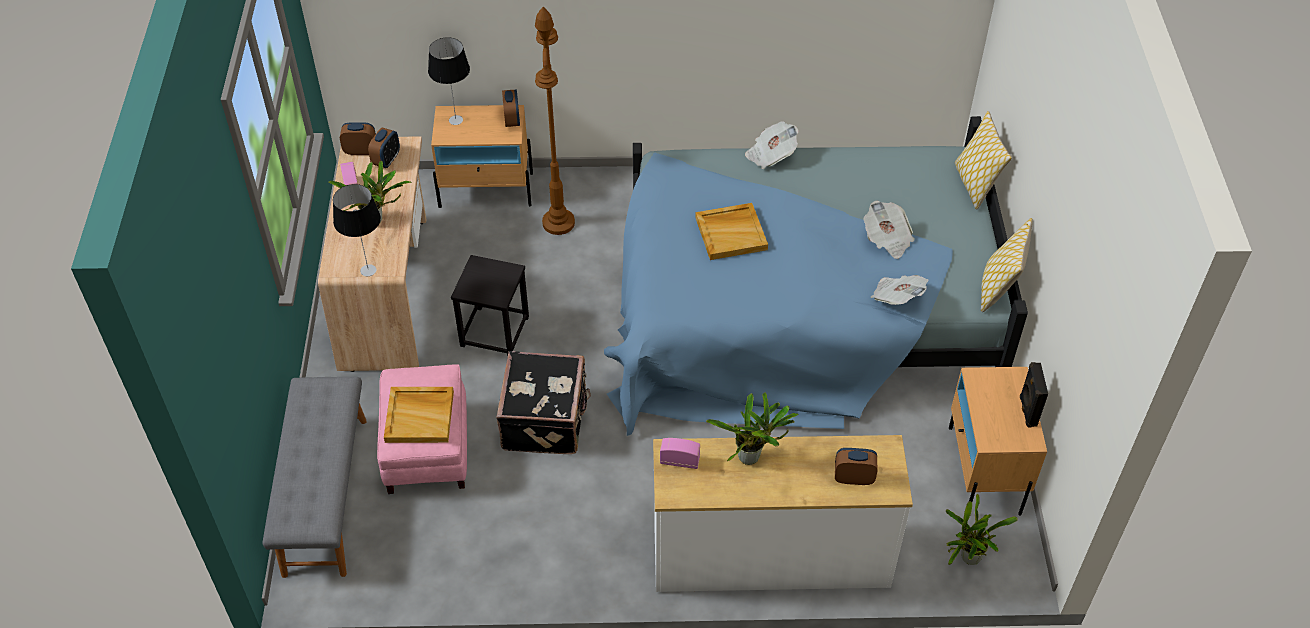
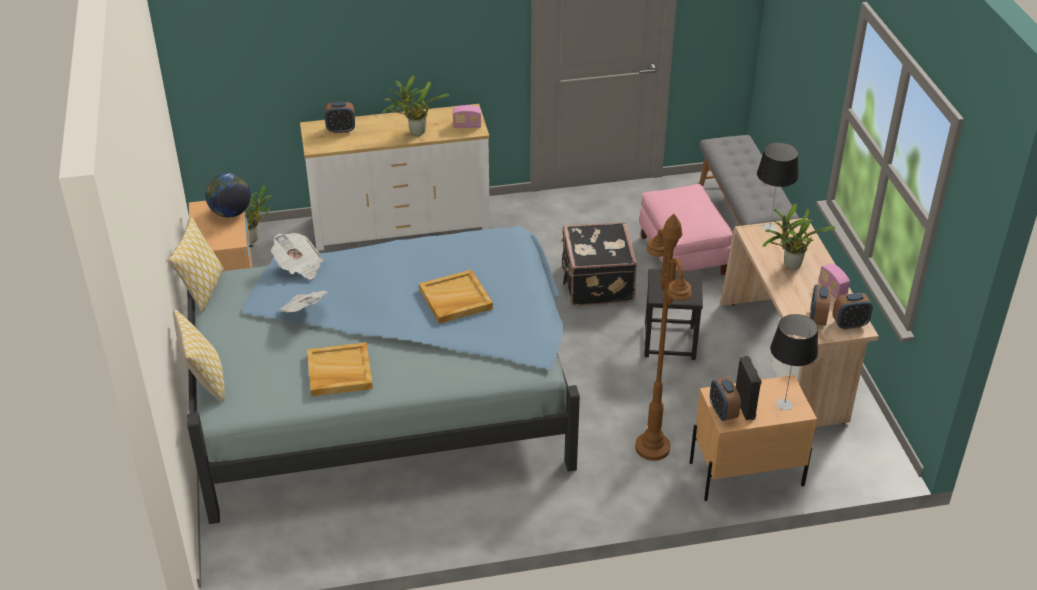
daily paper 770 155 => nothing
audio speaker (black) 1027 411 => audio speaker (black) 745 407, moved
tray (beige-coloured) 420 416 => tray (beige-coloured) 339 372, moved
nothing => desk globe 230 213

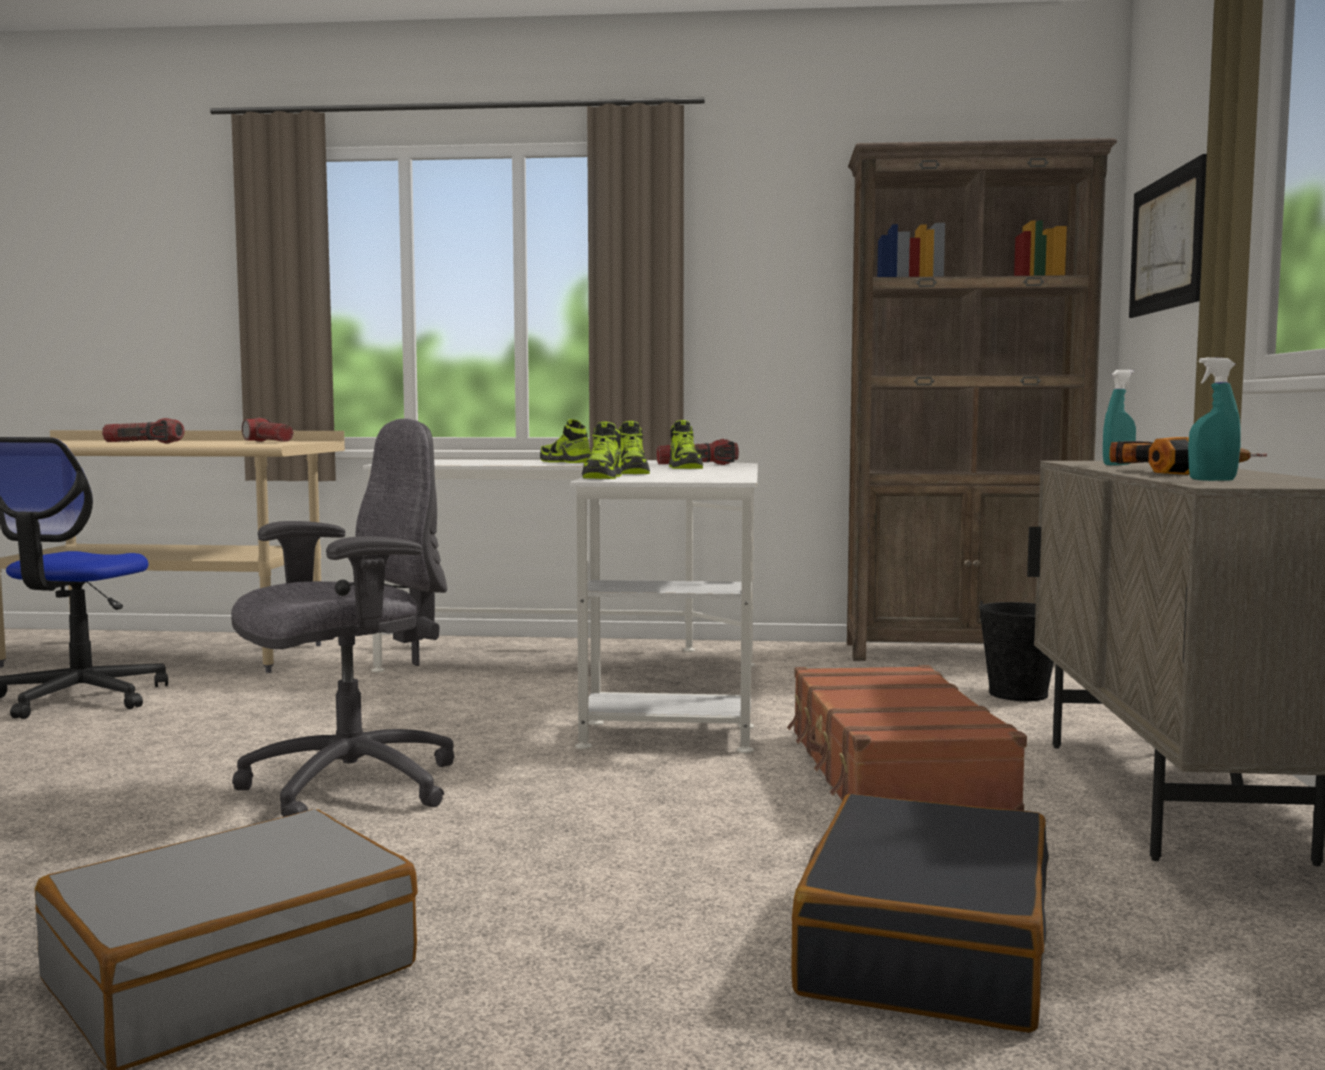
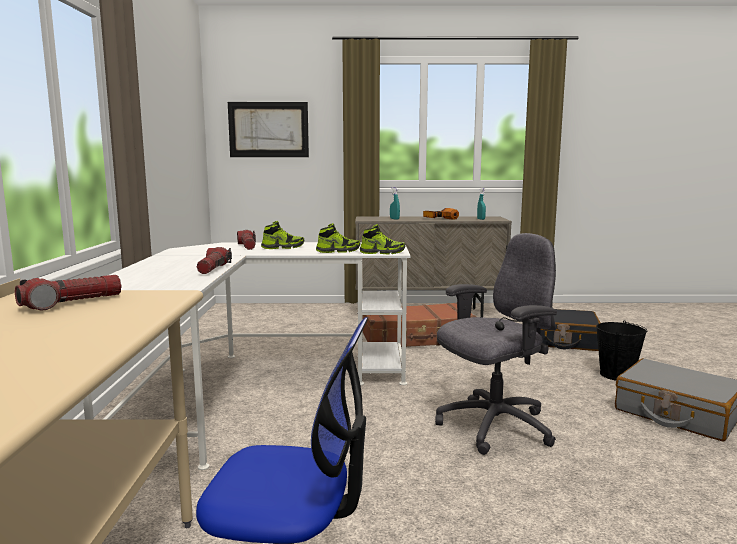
bookshelf (brownish) 963 653 => nothing
torch 143 443 => torch 214 269, moved
office chair (grey) 348 787 => office chair (grey) 493 427, 105 degrees clockwise
low shoe 565 462 => nothing
bucket (black) 1018 694 => bucket (black) 616 375, moved

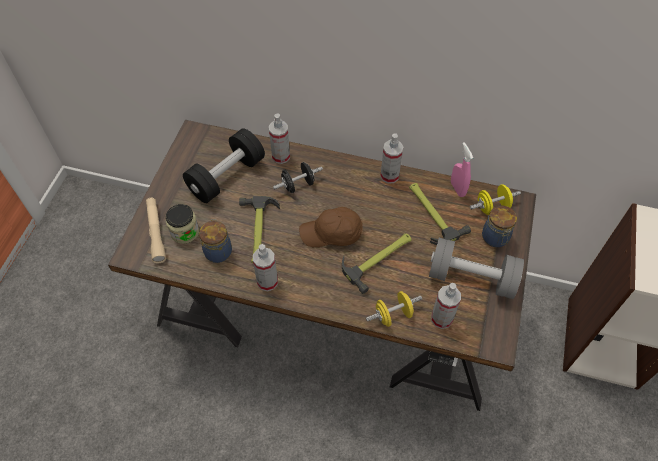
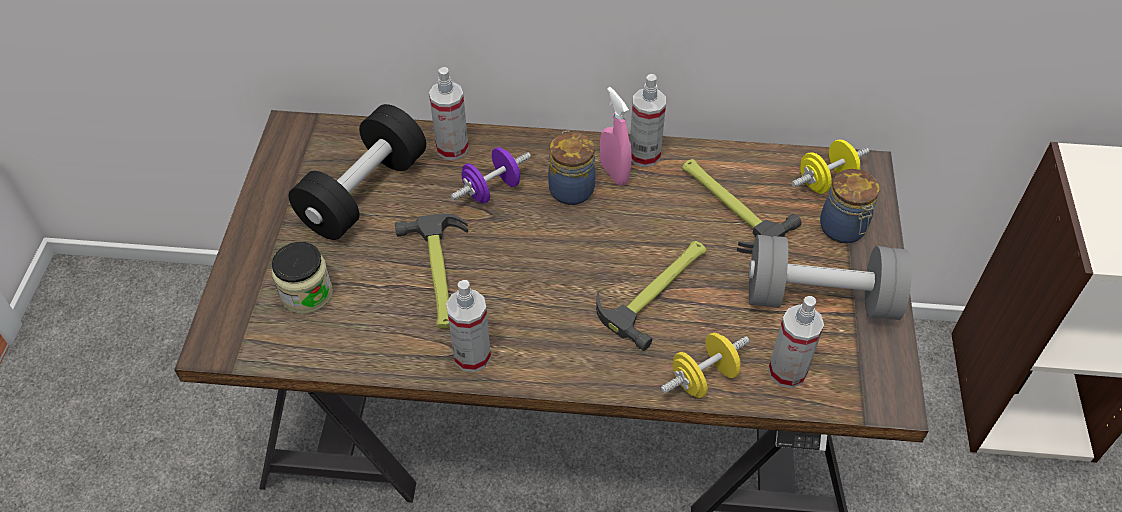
sprayer (pink-coloured) 457 189 => sprayer (pink-coloured) 614 173, moved
hand weight (black) 298 185 => hand weight (purple) 492 189
torch (beige-coloured) 156 232 => nothing
baseball cap (brownish) 332 234 => nothing
storage jar 218 251 => storage jar 571 188, moved

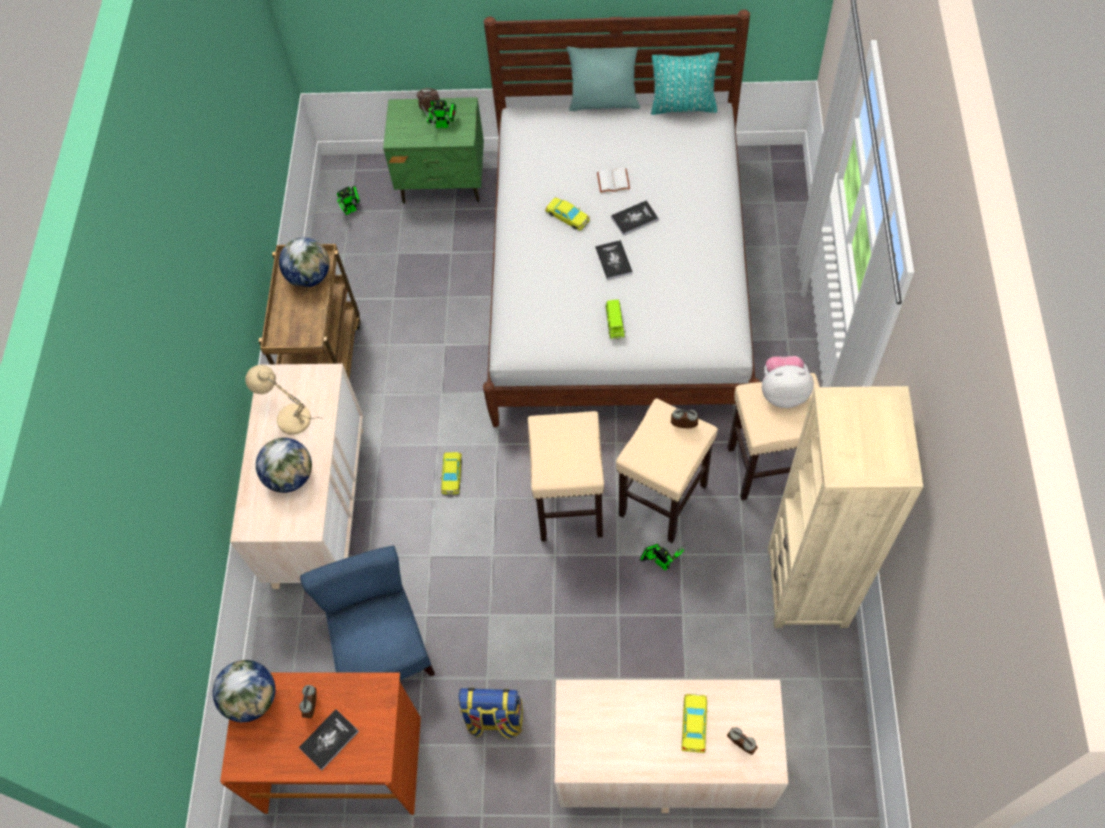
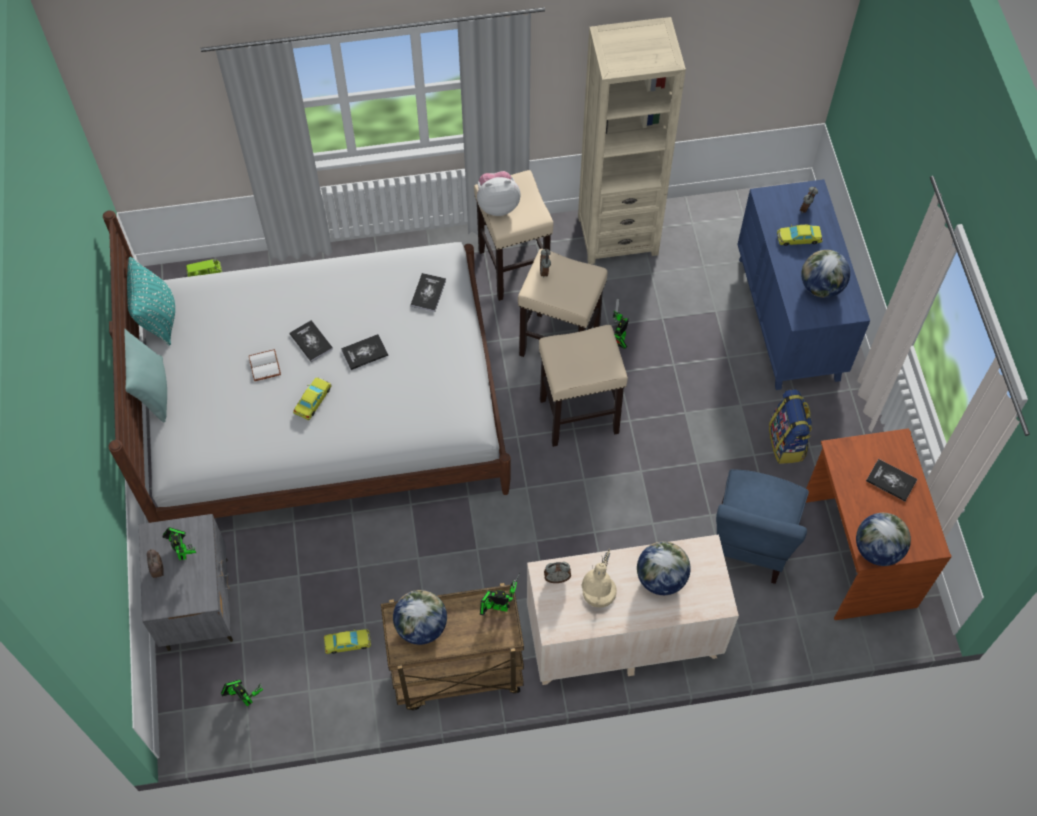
nightstand (green) 443 182 => nightstand (grey) 198 603
toy car (green) 615 324 => toy car (green) 205 273, moved
soft toy 783 392 => soft toy 497 204, 90 degrees clockwise
toy car (yellow) 451 475 => toy car (yellow) 347 642, moved
chair (blue) 385 650 => chair (blue) 750 542, 45 degrees counterclockwise
drawer chest (beige-coloured) 662 765 => drawer chest (blue) 788 319
alarm clock 313 706 => alarm clock 557 578, moved
nothing => desk globe 821 287
nothing => bound book 428 293
nothing => toy robot 497 606

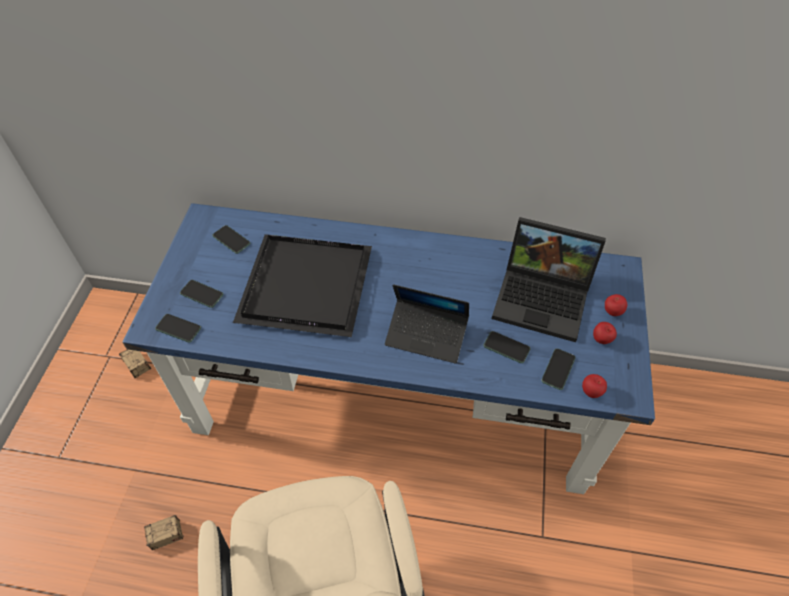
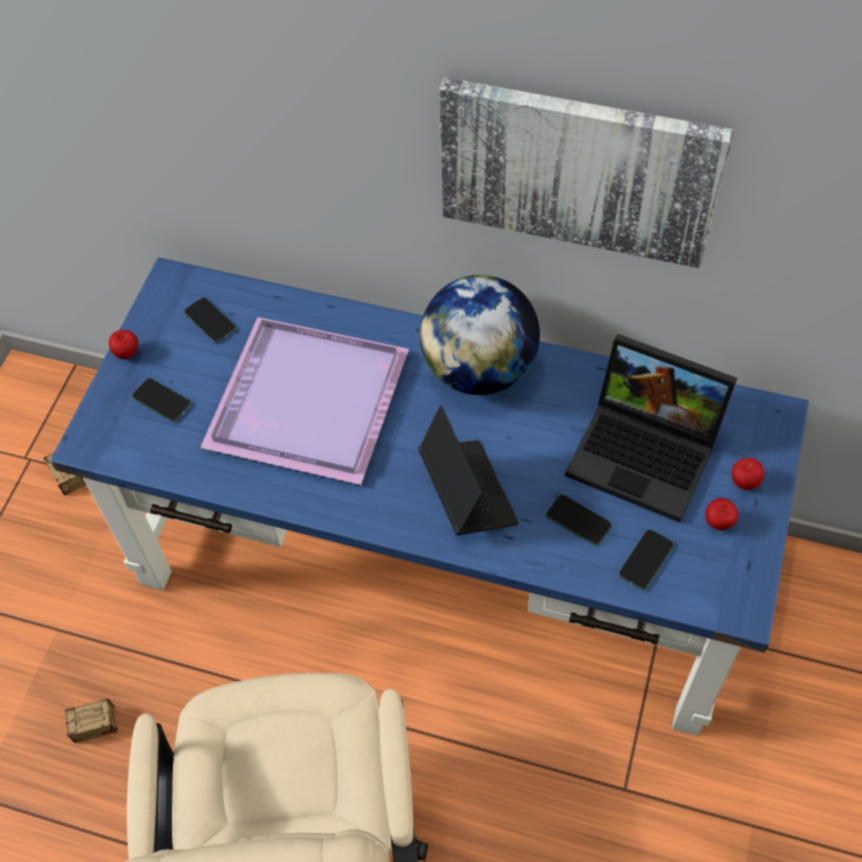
tray (black) 303 287 => tray (purple) 303 403
laptop 426 335 => laptop 467 492, 135 degrees counterclockwise
telephone 178 328 => nothing
apple 591 392 => apple 127 353, moved
nothing => picture 579 170
nothing => desk globe 479 369

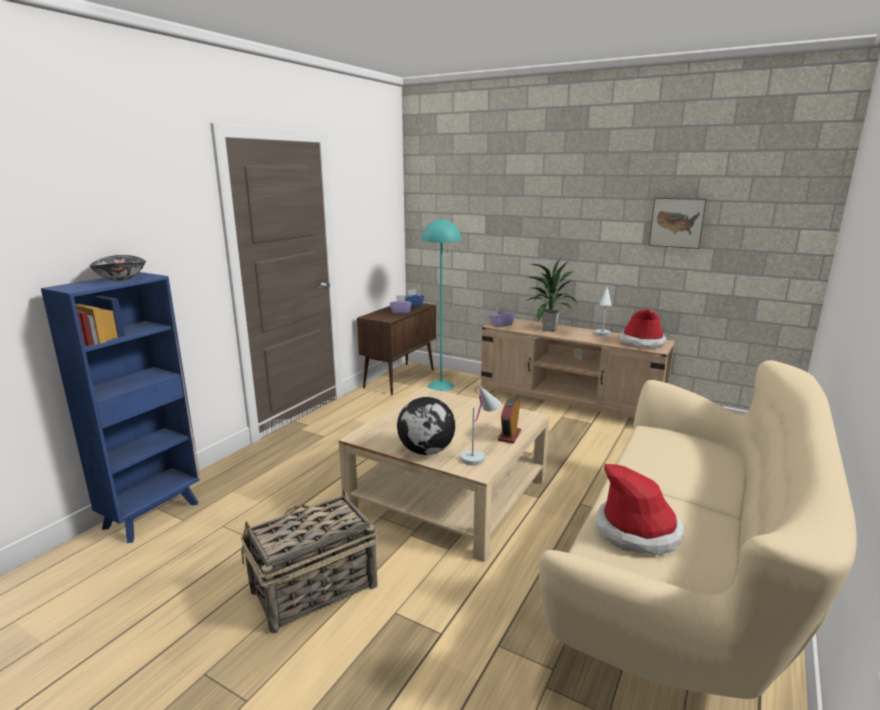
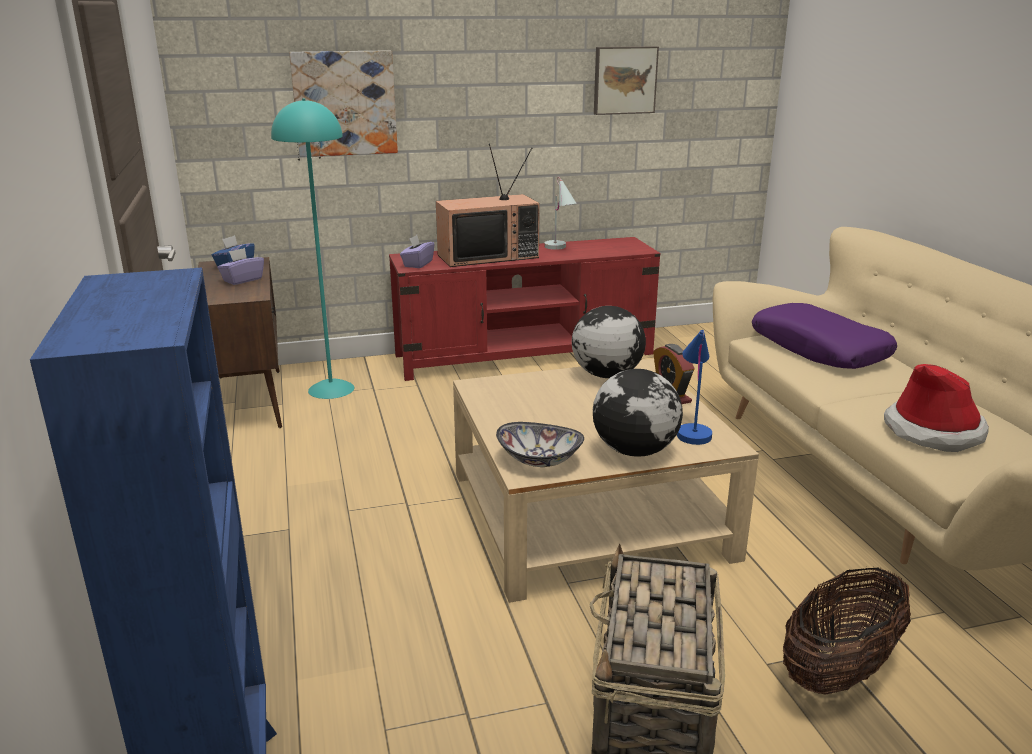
serving bowl 120 278 => serving bowl 539 461, moved
potted plant 549 329 => television 488 256
clothing hat 642 342 => nothing
tv unit (beige-coloured) 569 403 => tv unit (red-coloured) 525 355
lamp for a table (white-coloured) 480 455 => lamp for a table (blue) 692 429
nothing => picture 344 103
nothing => pillow (purple) 819 349
nothing => desk globe 606 375
nothing => storage basket 838 670

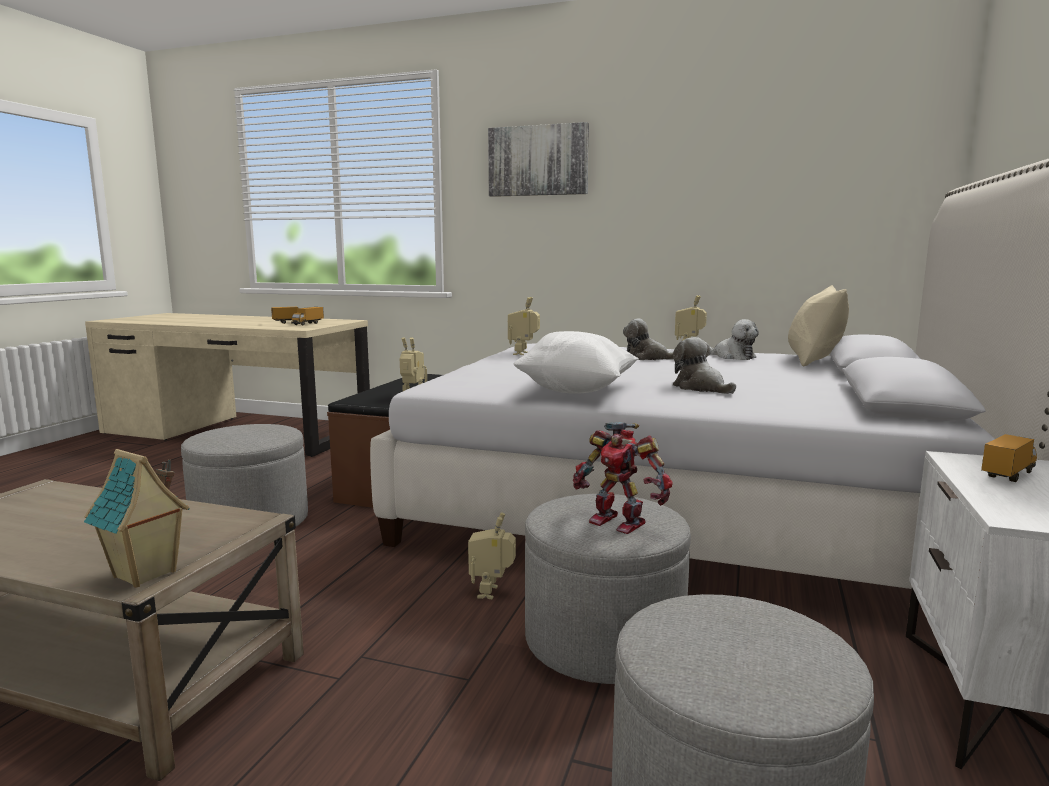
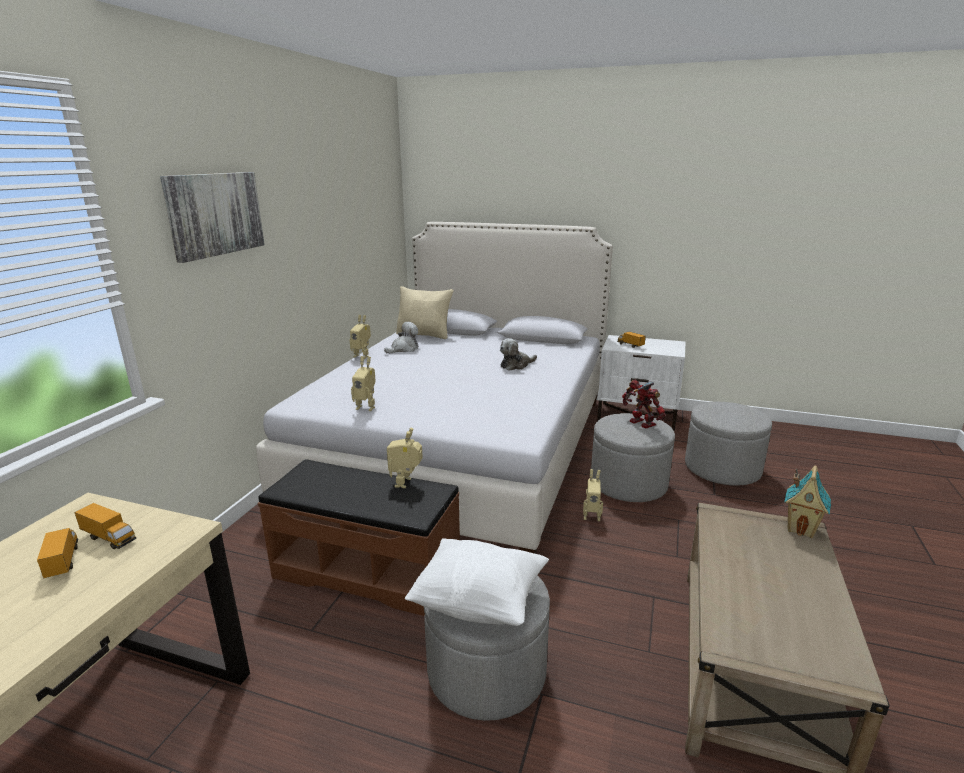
soft toy 647 358 => nothing
pillow (white-coloured) 578 391 => pillow (white-coloured) 479 602, moved
toy robot 619 521 => toy robot 641 424, 75 degrees counterclockwise

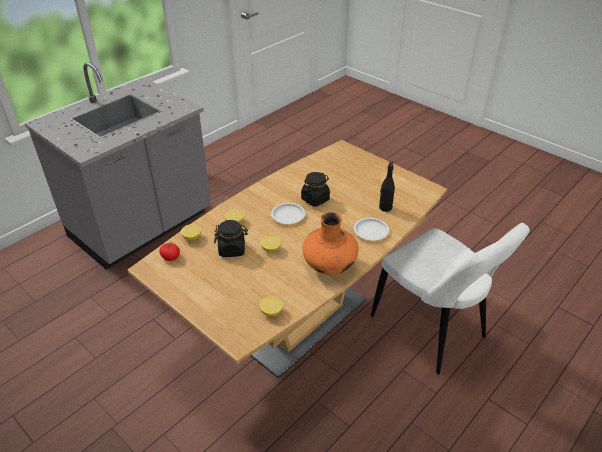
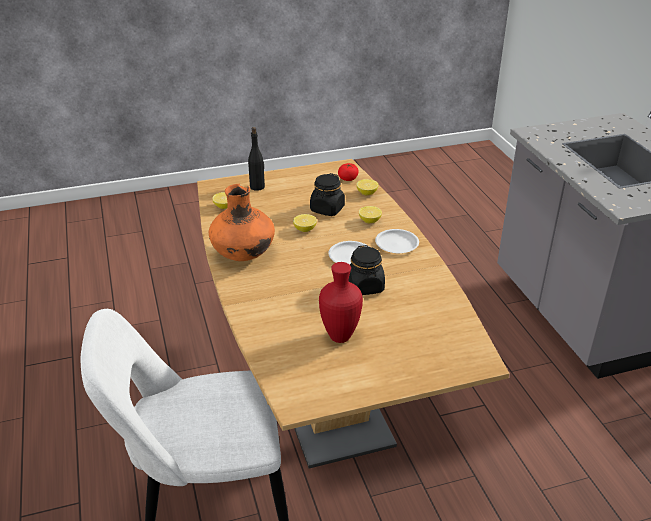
drink bottle (black) 385 207 => drink bottle (black) 257 187, moved
flat dish (white-coloured) 371 231 => flat dish (white-coloured) 396 244, moved
nothing => vase (red-coloured) 341 336

